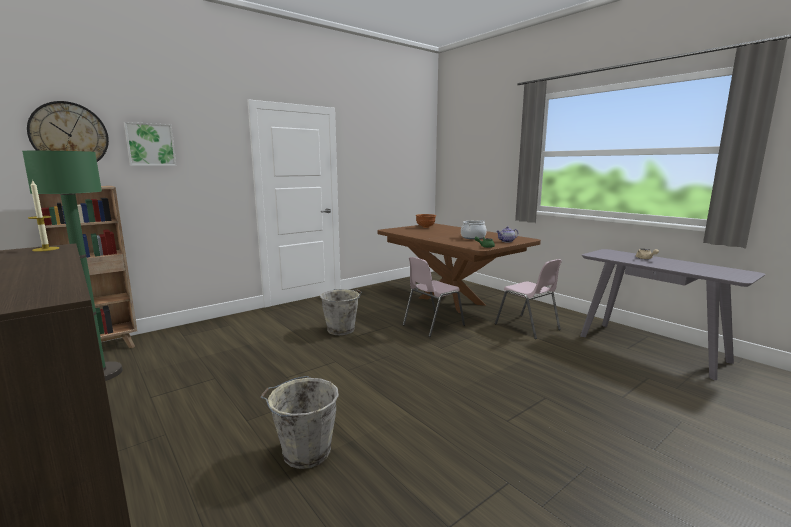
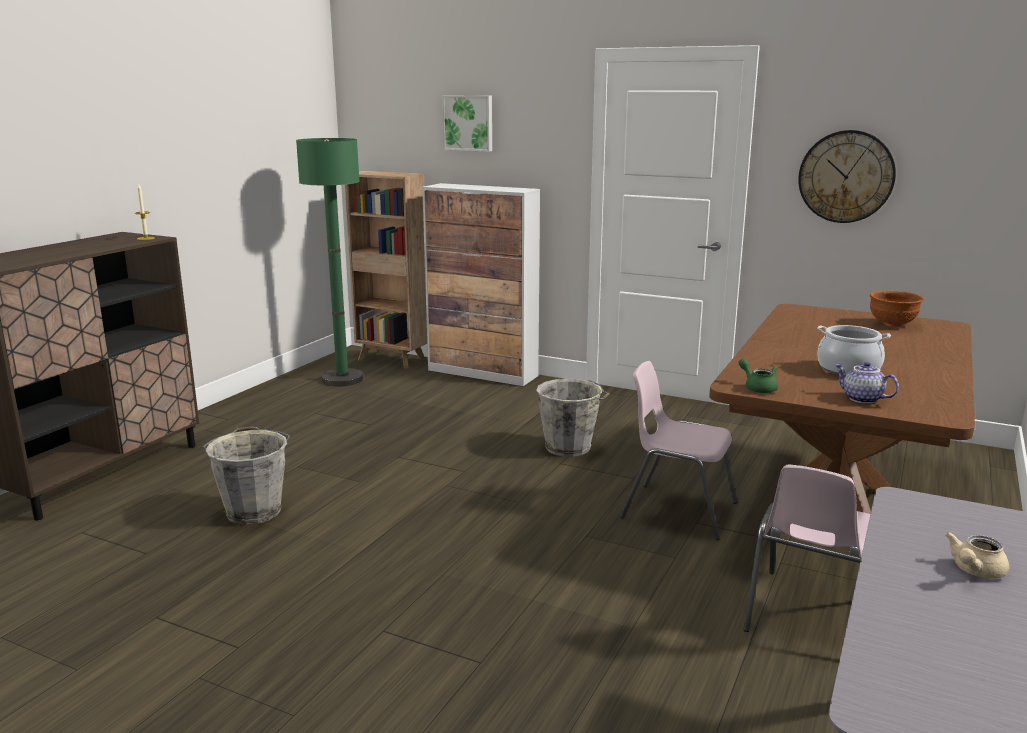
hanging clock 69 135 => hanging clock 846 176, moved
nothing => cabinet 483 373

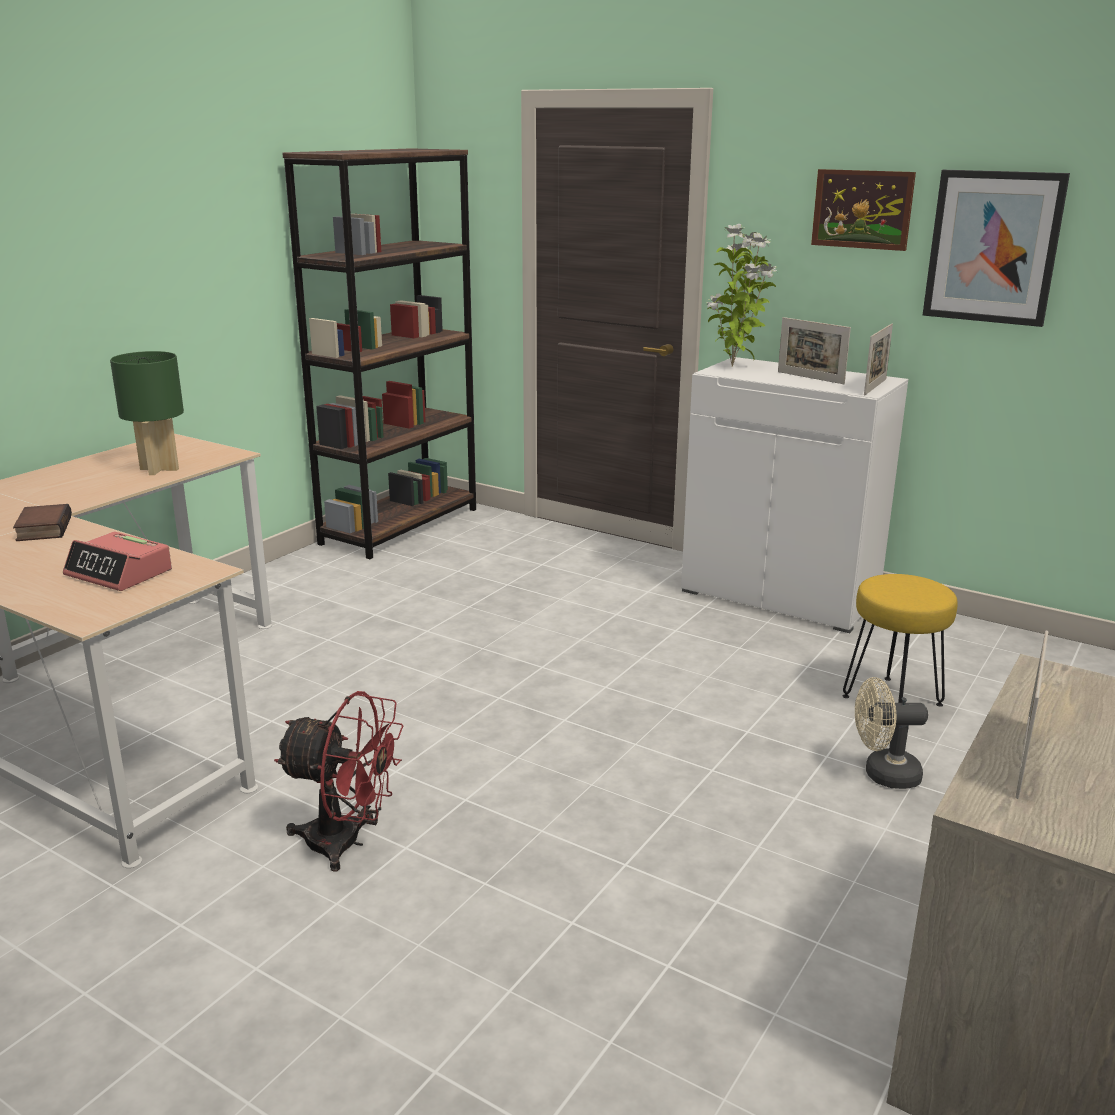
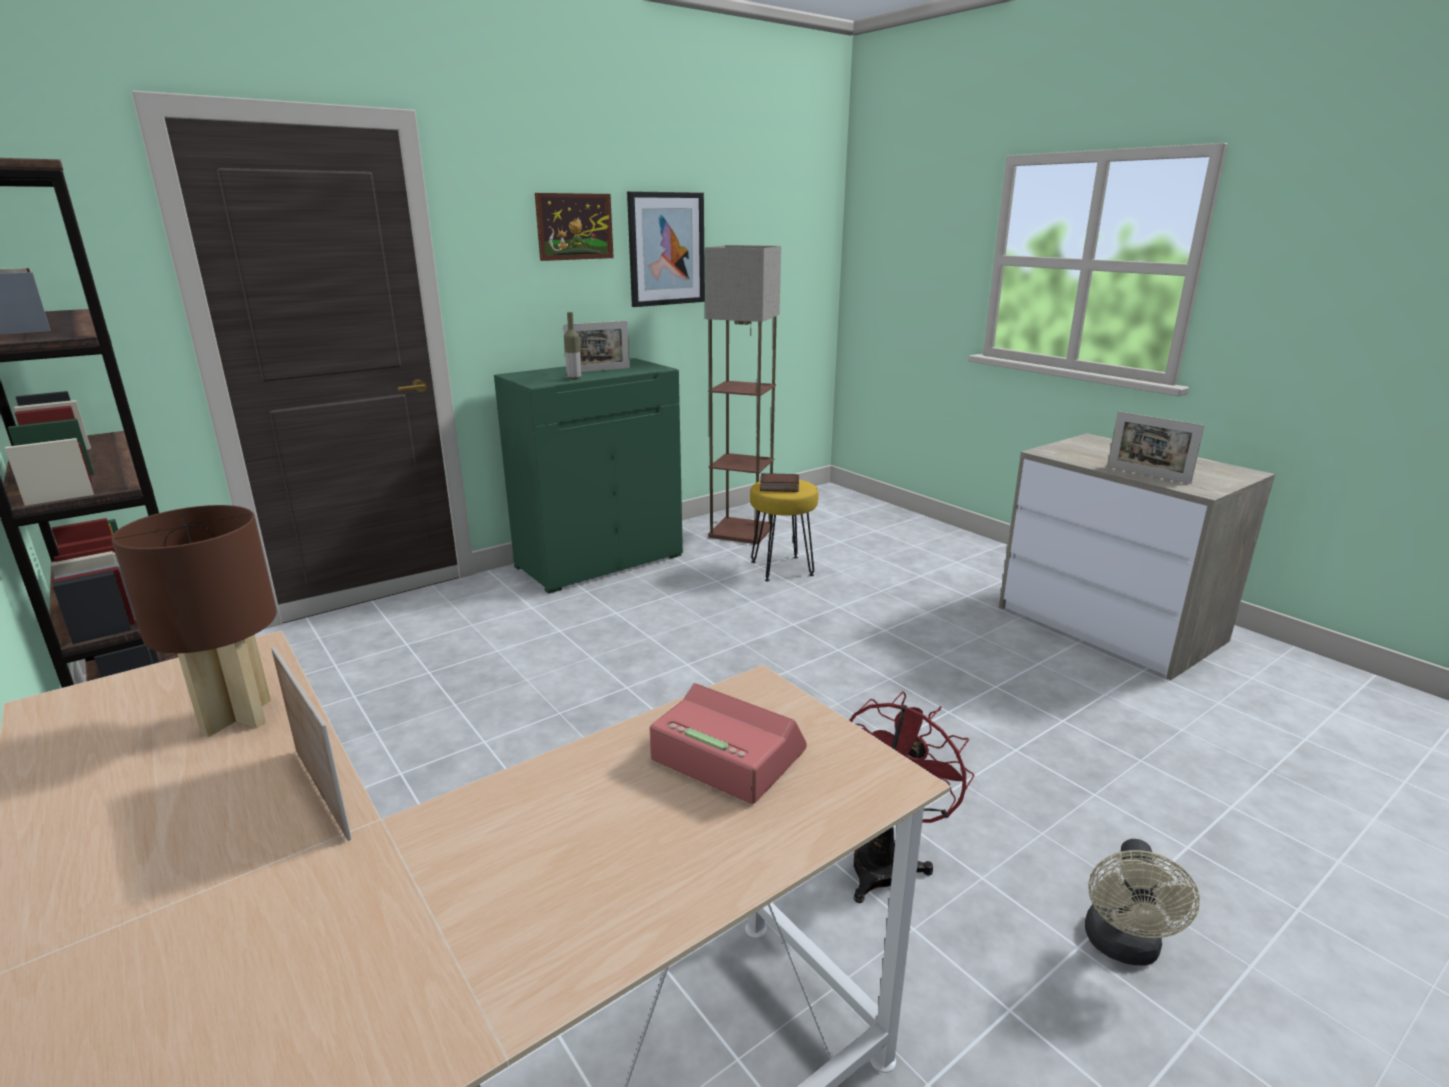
potted plant 734 366 => nothing
picture frame 875 387 => picture frame 321 792, moved
lamp for a table (green) 160 469 => lamp for a table (brownish) 238 716
cabinet (white-coloured) 781 595 => cabinet (green) 599 560
bound book 42 529 => bound book 778 487, moved
alarm clock 119 573 => alarm clock 727 755, 105 degrees counterclockwise
cooling fan (beige-coloured) 883 775 => cooling fan (beige-coloured) 1123 948, moved
nothing => standing lamp 742 531
nothing => drink bottle 574 378

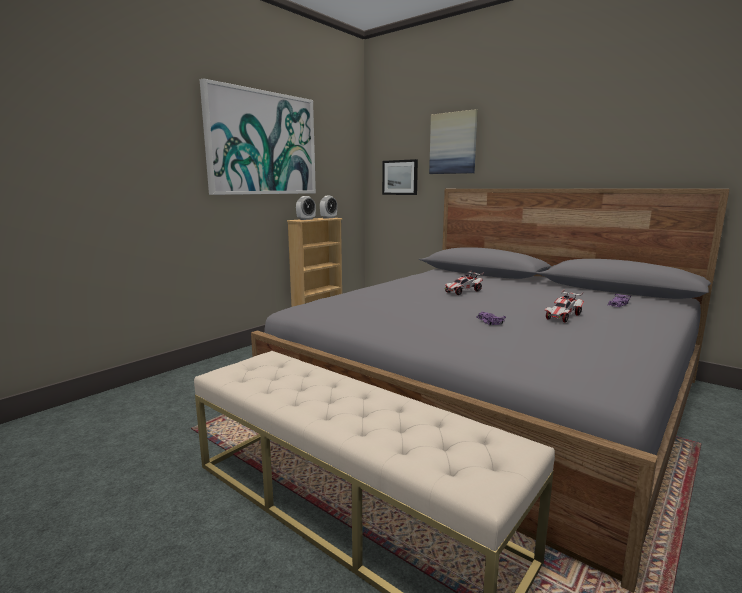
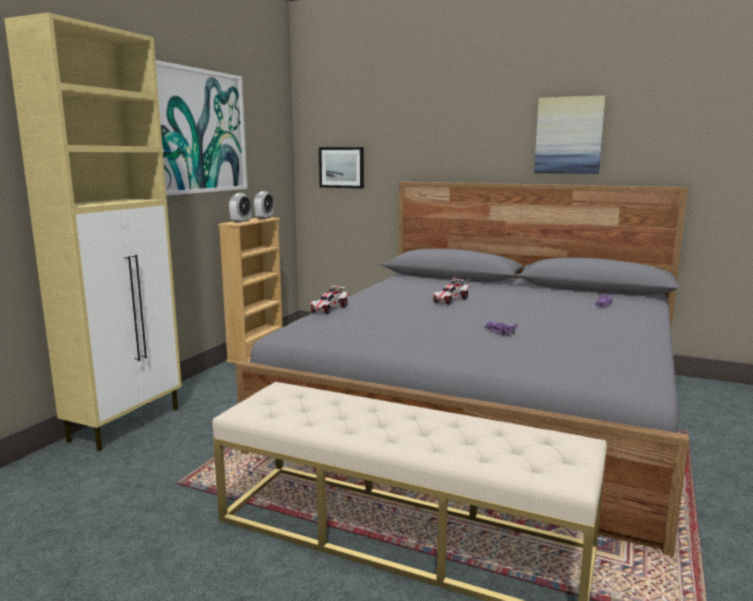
picture 453 143 => picture 569 135, moved
toy car 563 317 => toy car 329 309, moved
nothing => cabinet (beige-coloured) 127 424

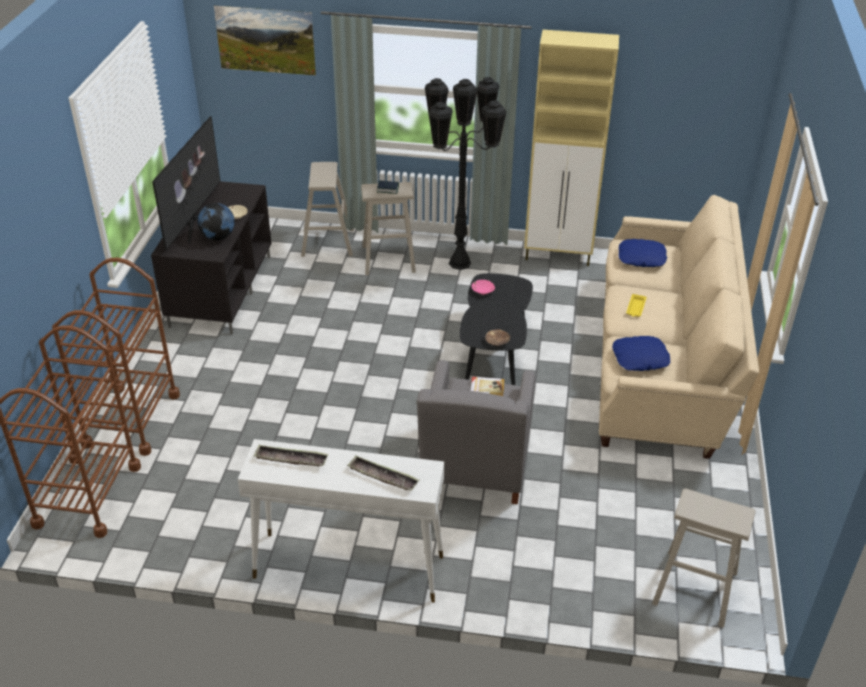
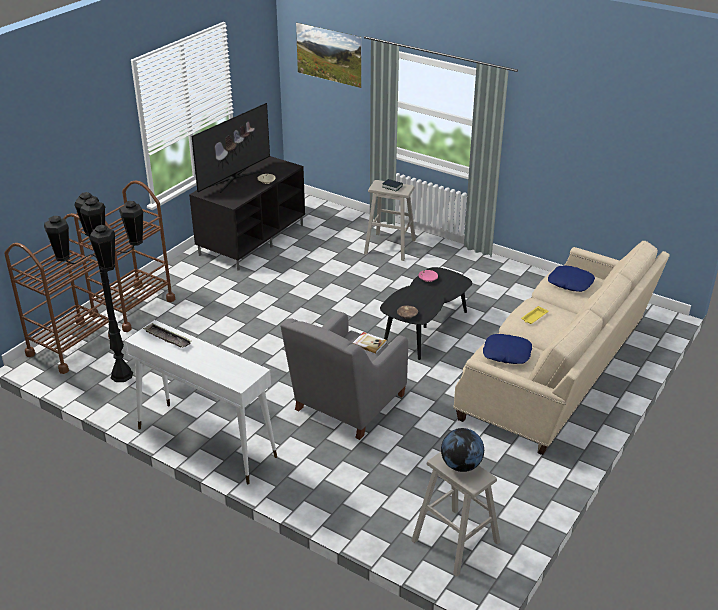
cabinet (beige-coloured) 559 256 => nothing
standing lamp (black) 460 263 => standing lamp (black) 122 375, moved
sitting stool (beige-coloured) 327 242 => nothing
desk globe 218 237 => desk globe 461 465, moved
tray 383 477 => nothing

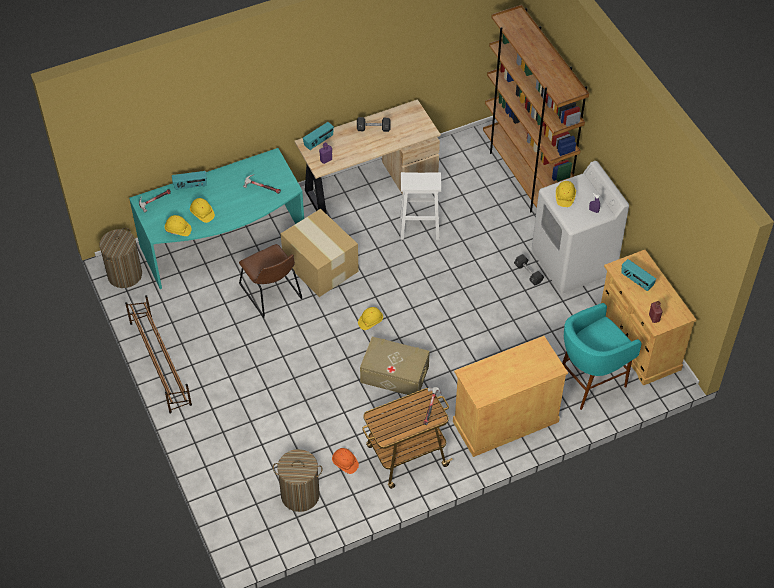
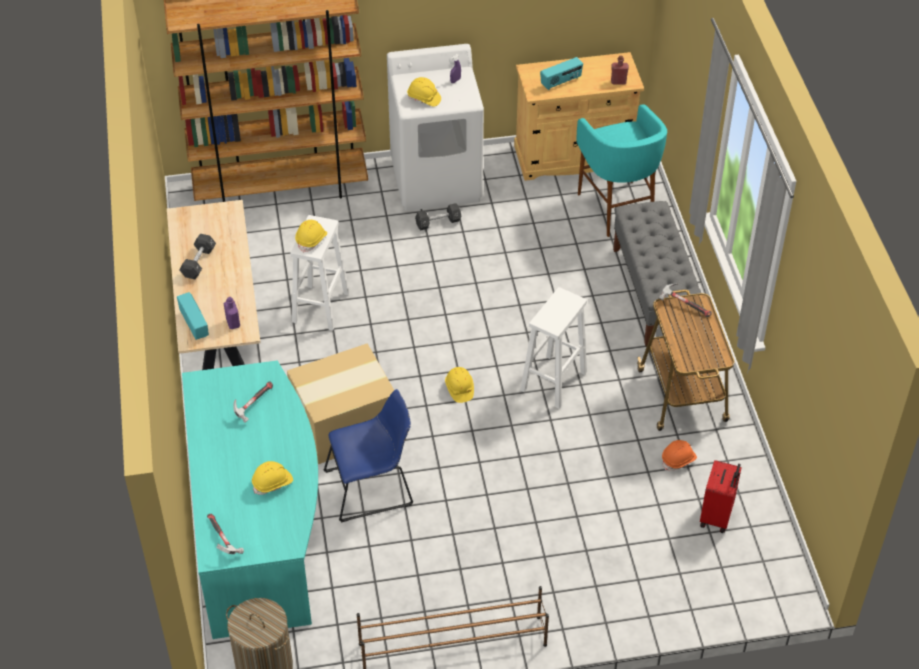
radio 190 186 => nothing
hard hat (yellow) 178 230 => hard hat (yellow) 311 240, moved
chair (brownish) 272 293 => chair (blue) 372 487
storage bin (beige-coloured) 394 374 => sitting stool (white-coloured) 553 382
cabinet (beige-coloured) 505 421 => indoor bench (grey) 653 293
hamper 300 495 => suitcase (red-coloured) 717 516

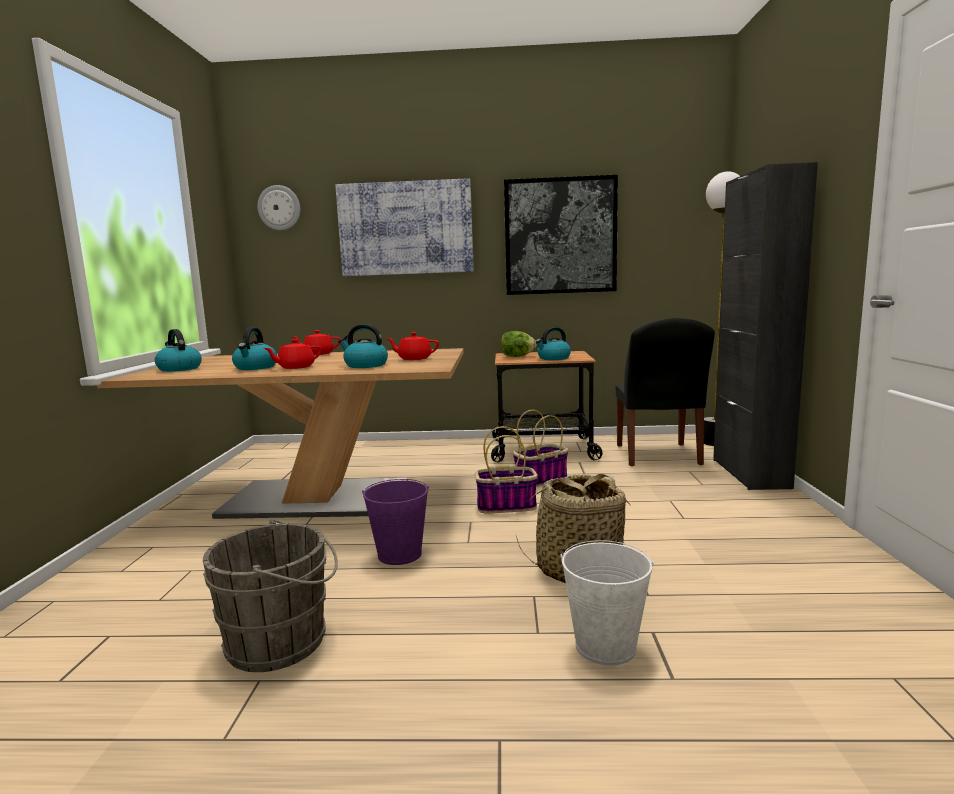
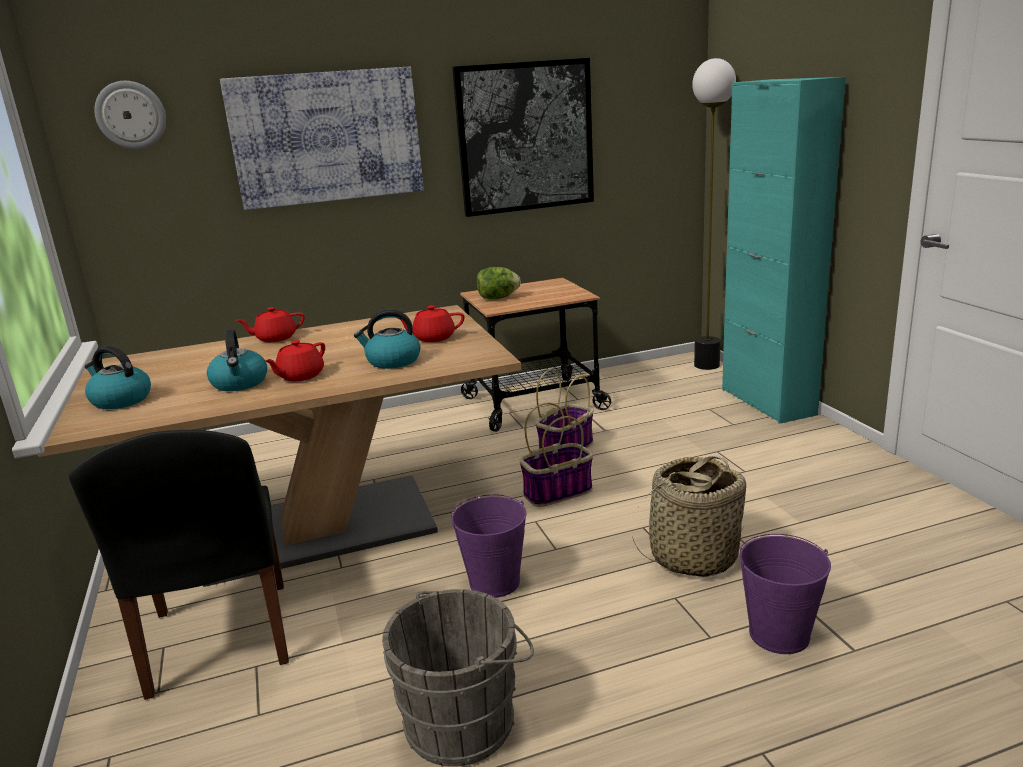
cabinet (black) 750 473 => cabinet (blue-green) 767 402
chair (black) 657 456 => chair (black) 219 641, moved
water kettle 553 358 => nothing
bucket (white-coloured) 605 646 => bucket (purple) 779 634

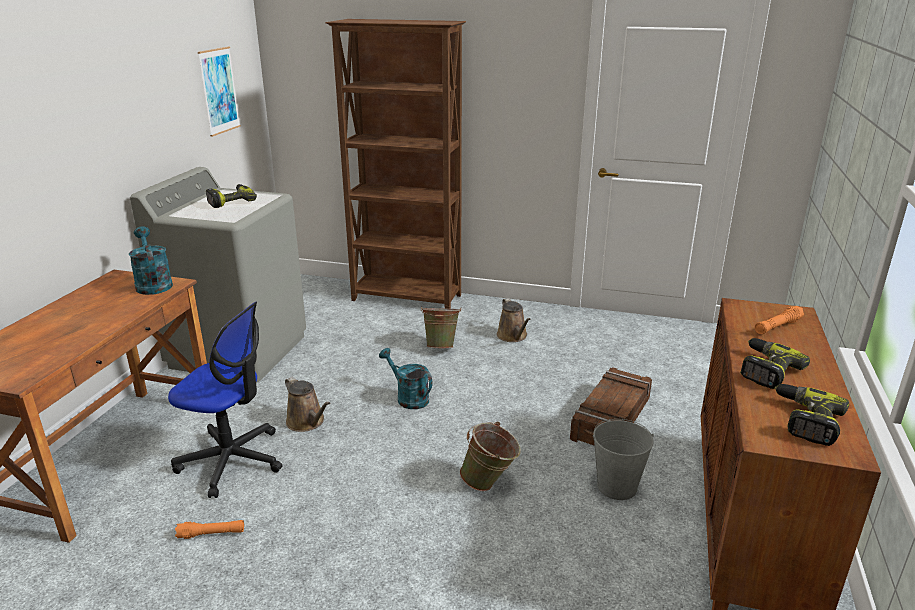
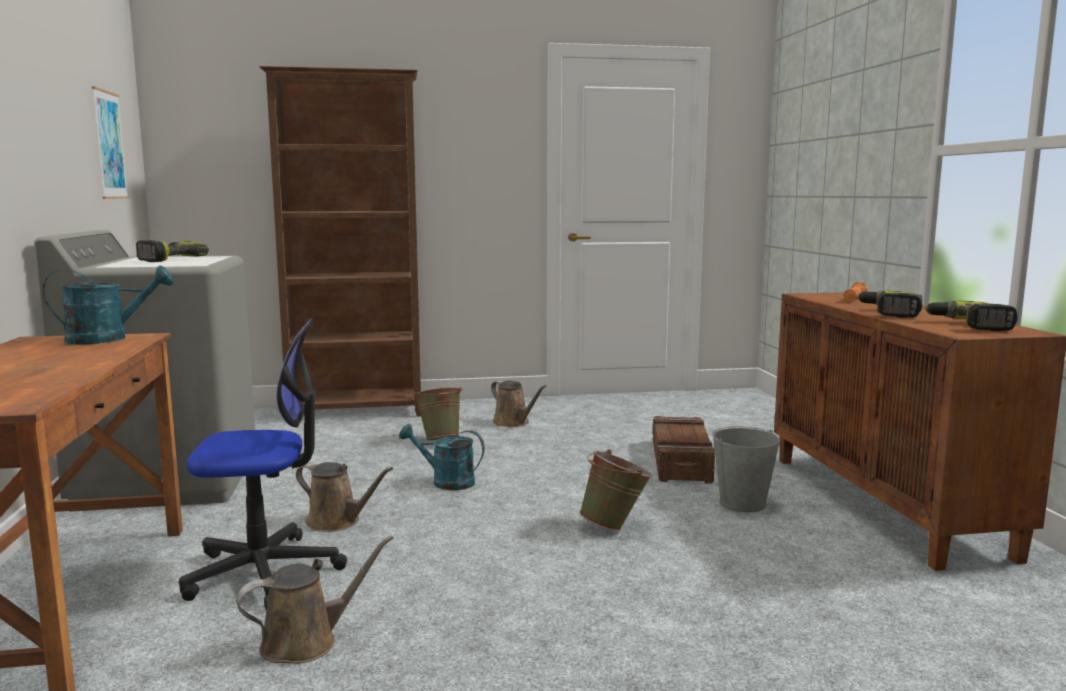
watering can (blue-green) 153 284 => watering can (blue-green) 108 338, 120 degrees clockwise
torch (orange) 211 534 => watering can (brownish) 306 642

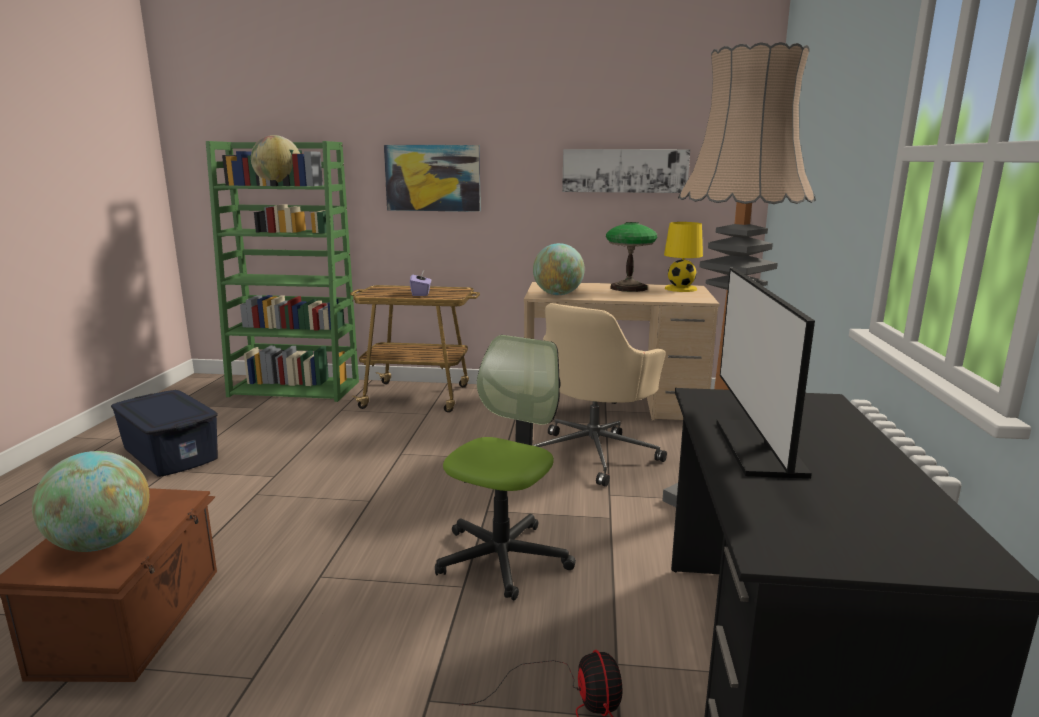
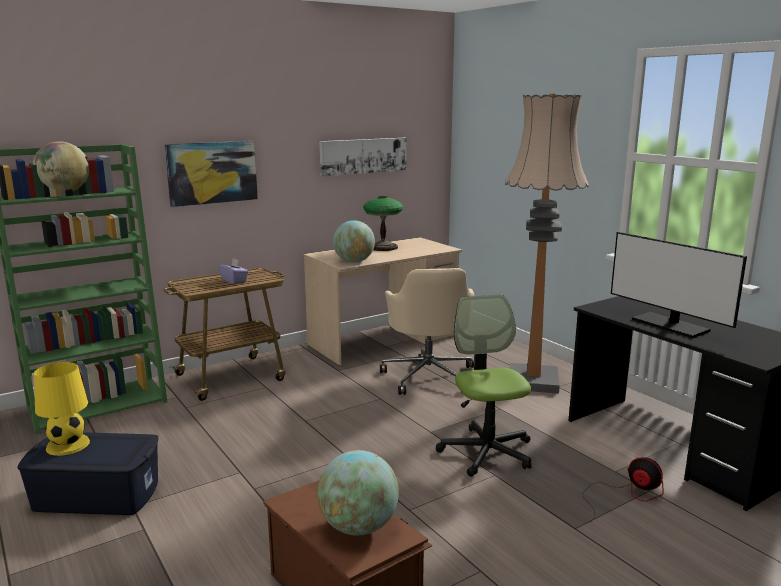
lamp for a table (yellow) 680 288 => lamp for a table (yellow) 67 445, moved

